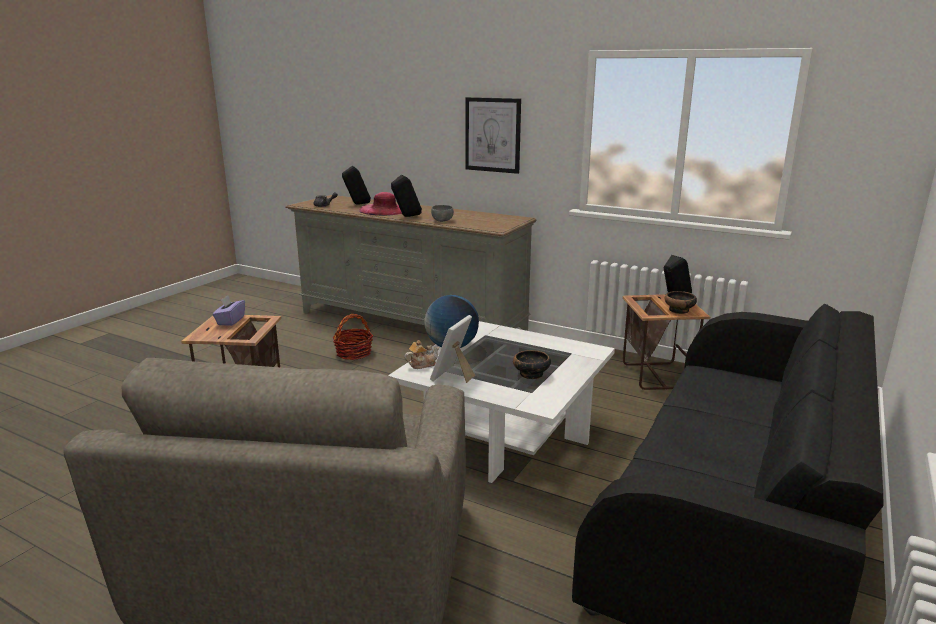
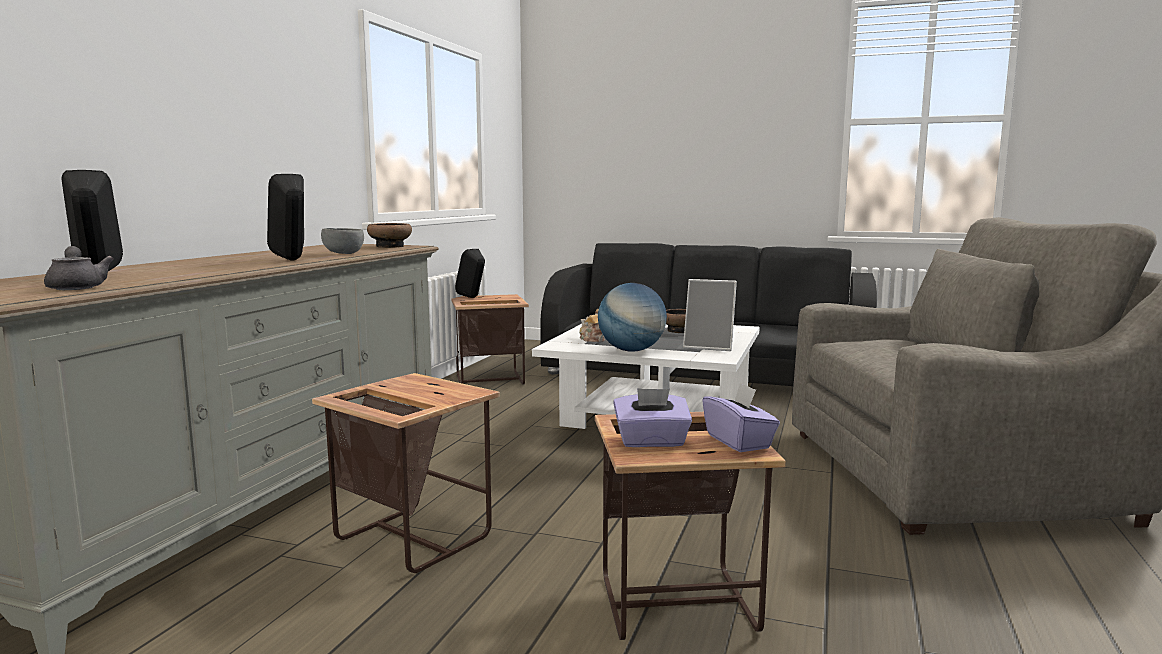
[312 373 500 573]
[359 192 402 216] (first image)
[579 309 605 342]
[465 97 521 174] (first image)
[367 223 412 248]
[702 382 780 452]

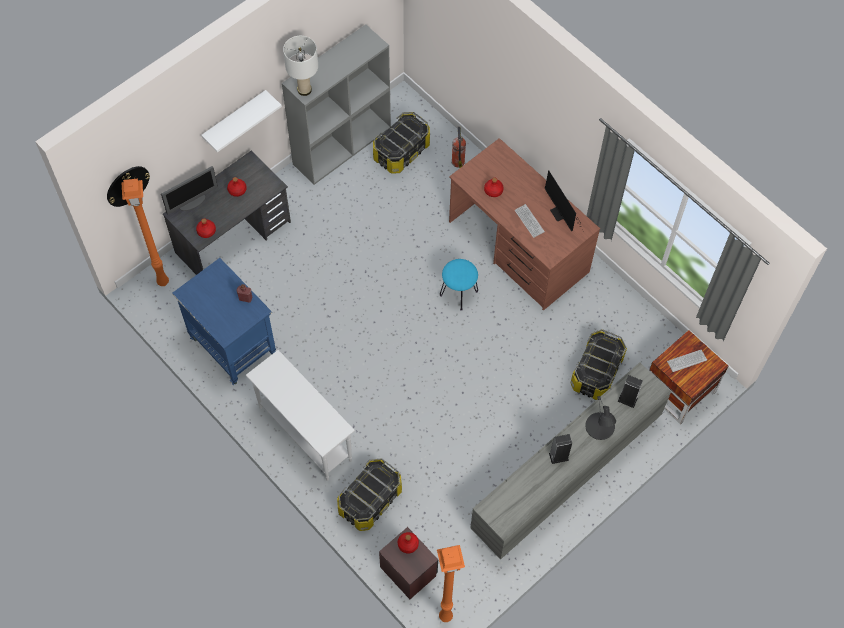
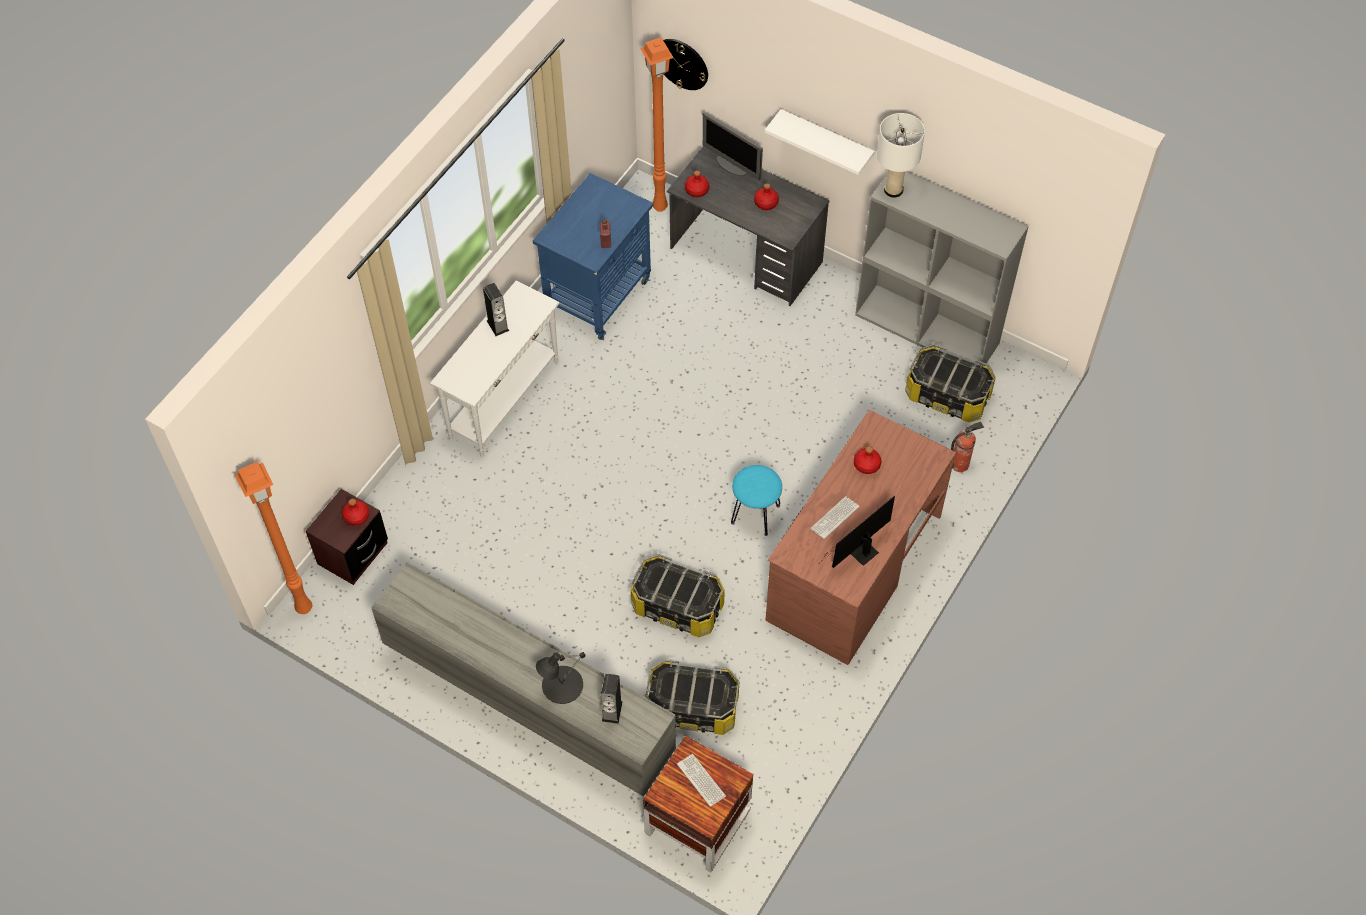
[631 554 725 637]
[483 283 509 336]

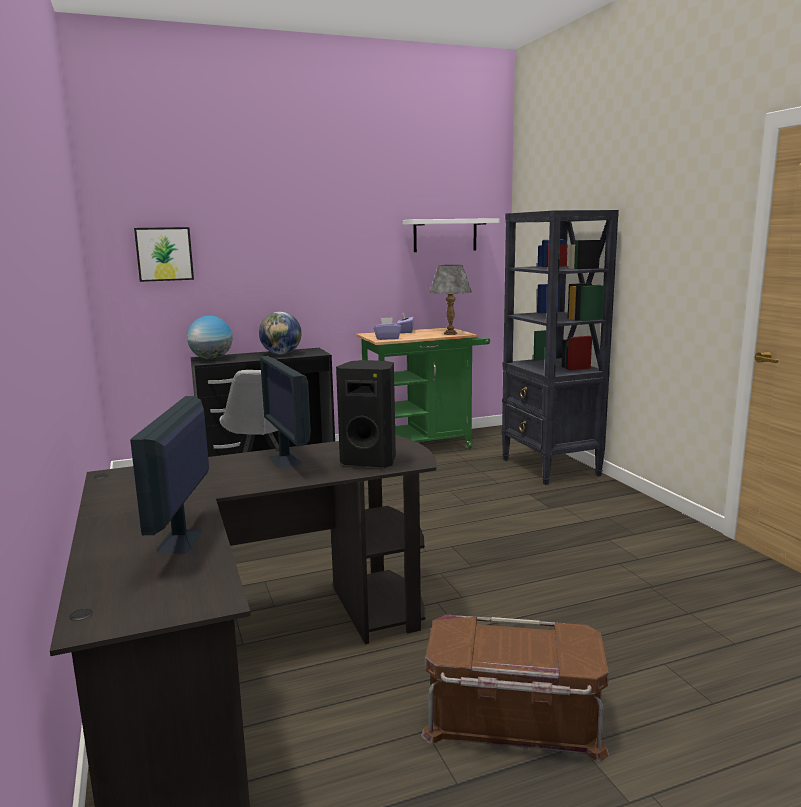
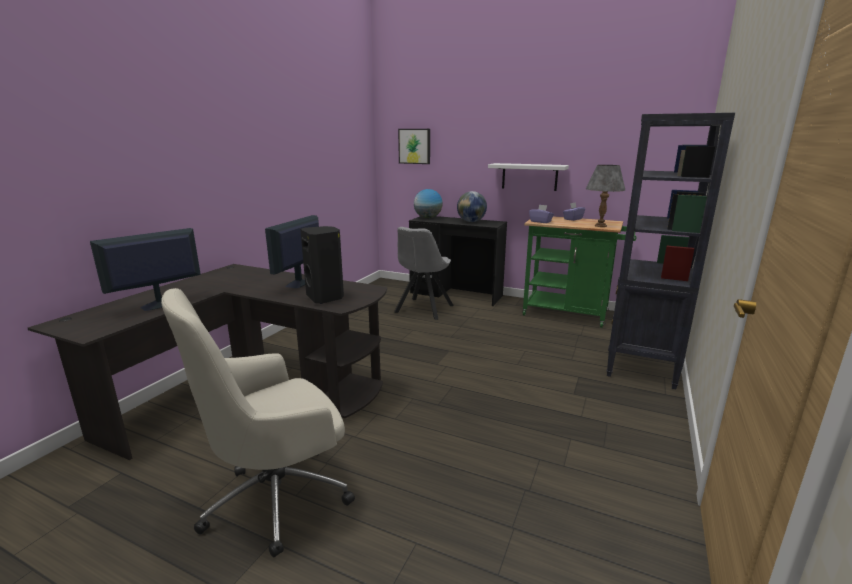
[488 163 569 191]
[161 288 355 557]

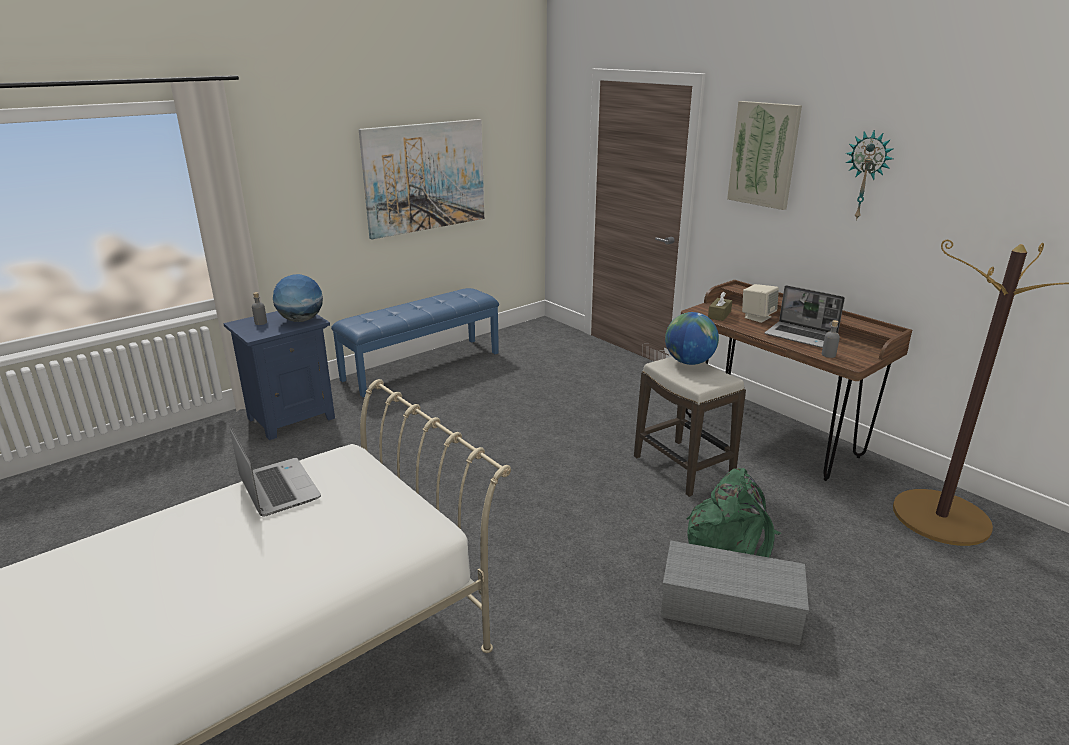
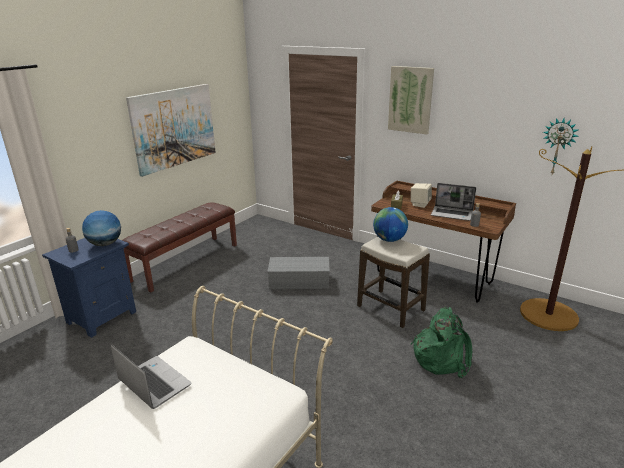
[122 203 237 292]
[267 257 330 289]
[543 118 578 174]

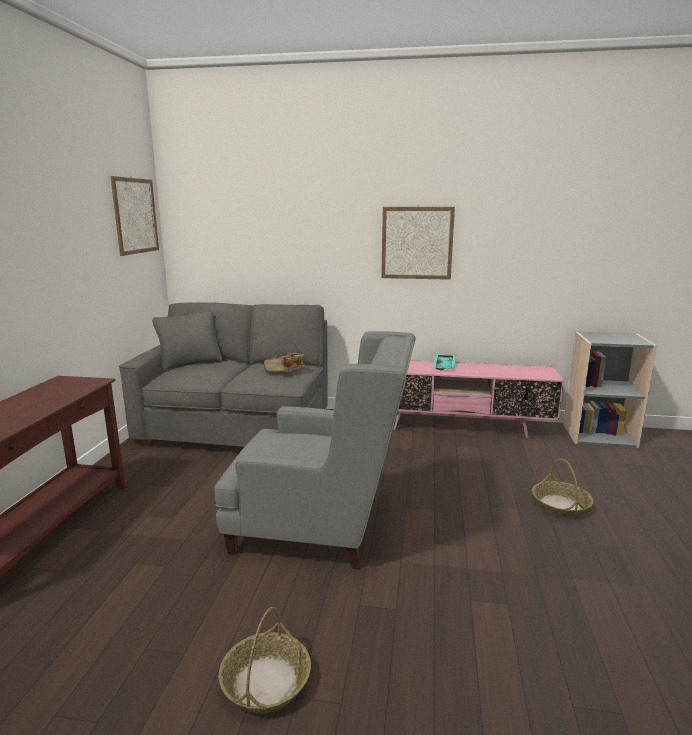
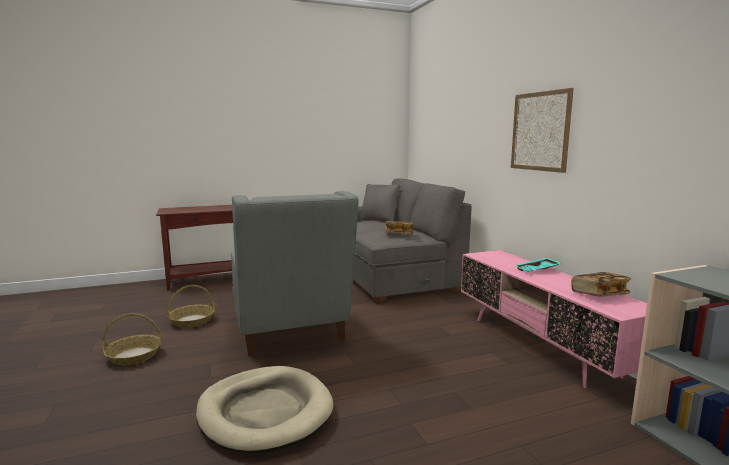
[110 176 159 256] (first image)
[167 285 215 328]
[196 366 334 453]
[571 272 631 297]

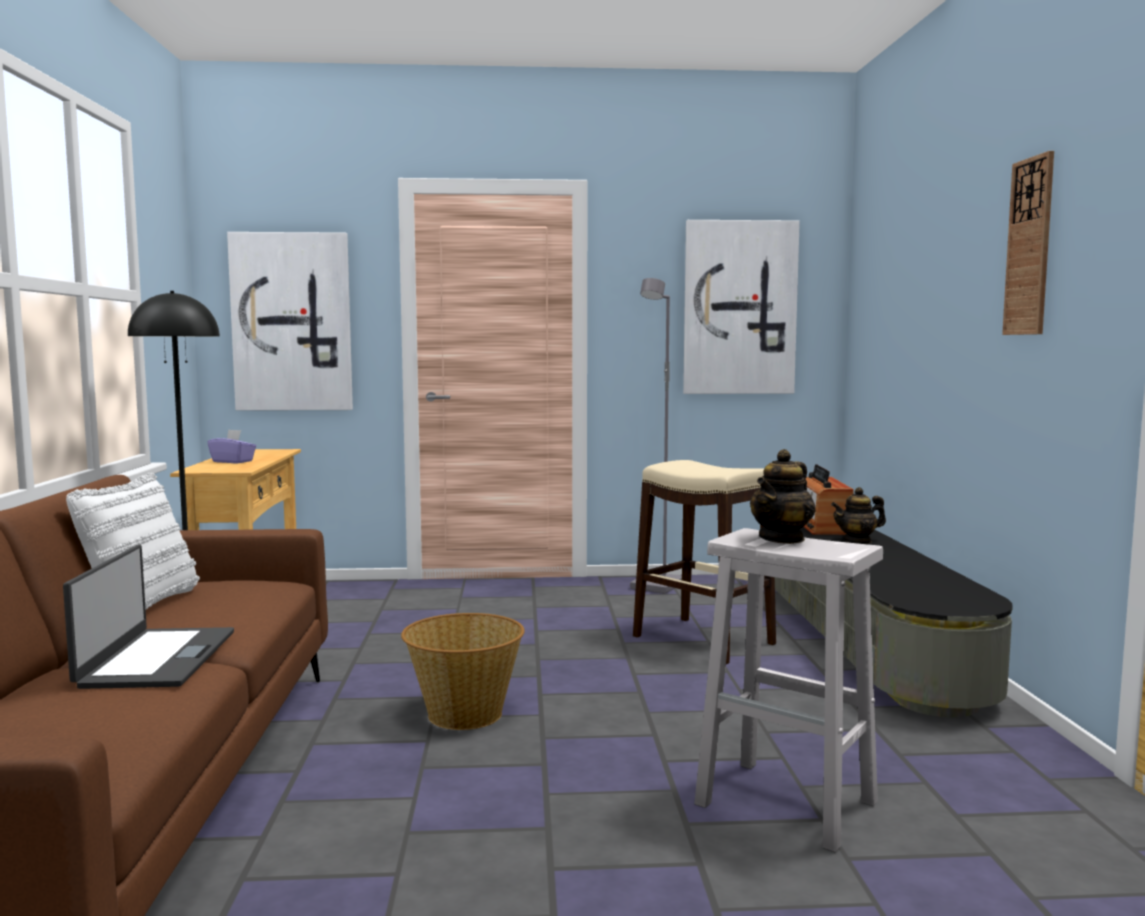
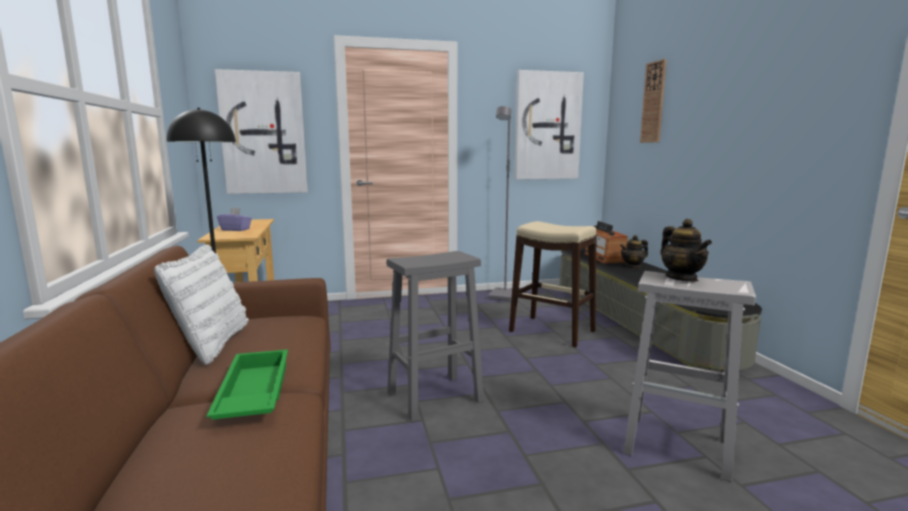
[206 349 288 420]
[387 251 484 422]
[660 219 712 282]
[640 59 667 143]

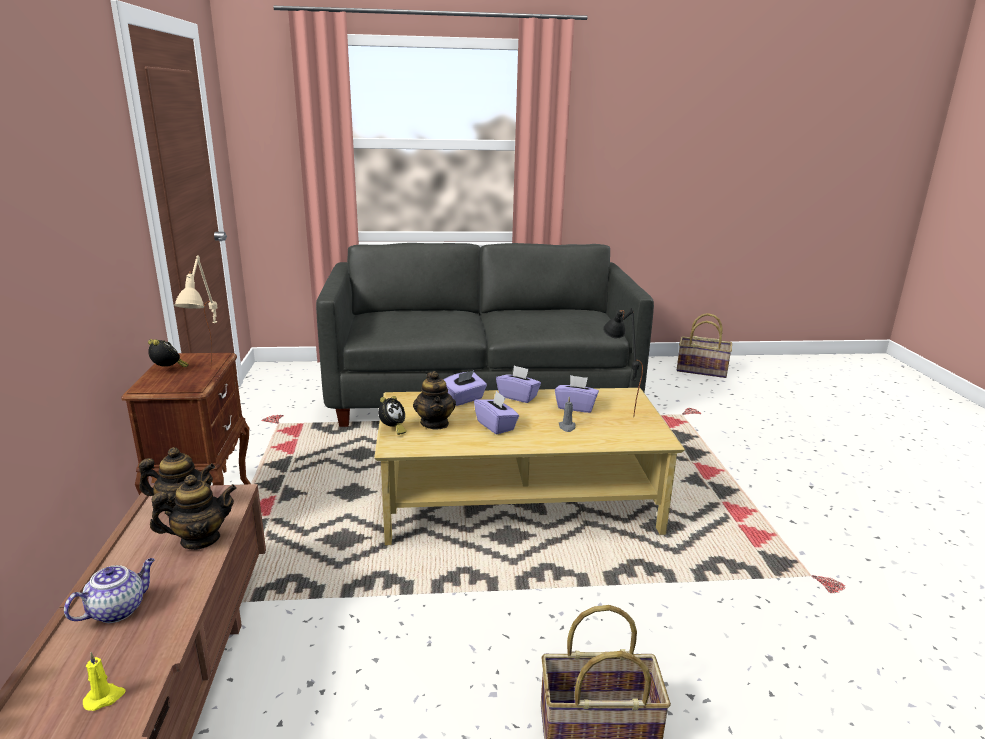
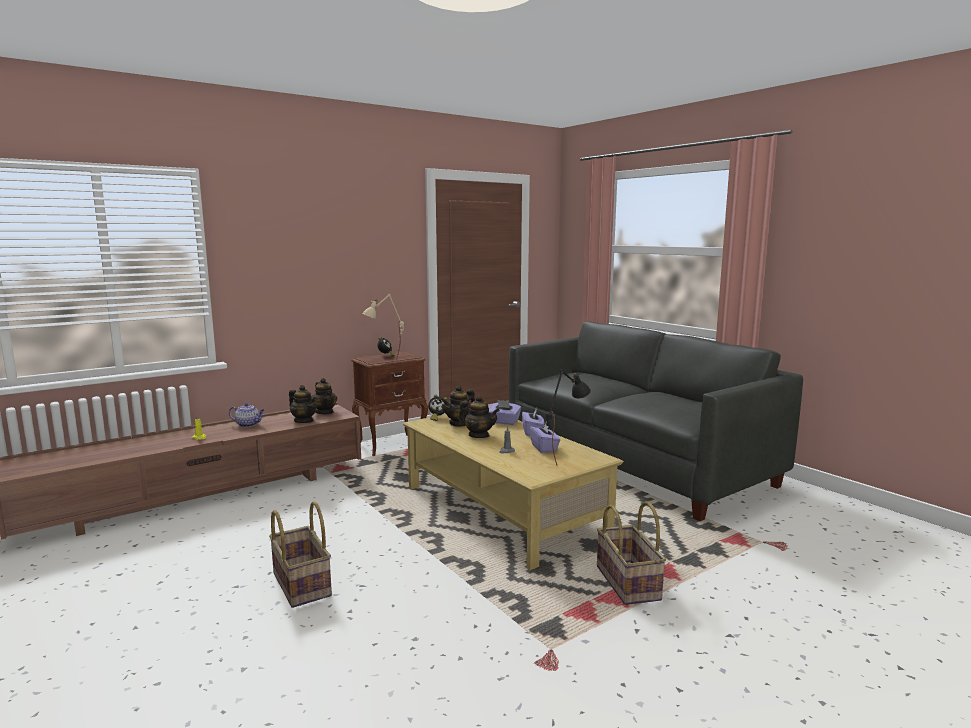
[458 395 500 438]
[597 501 666 605]

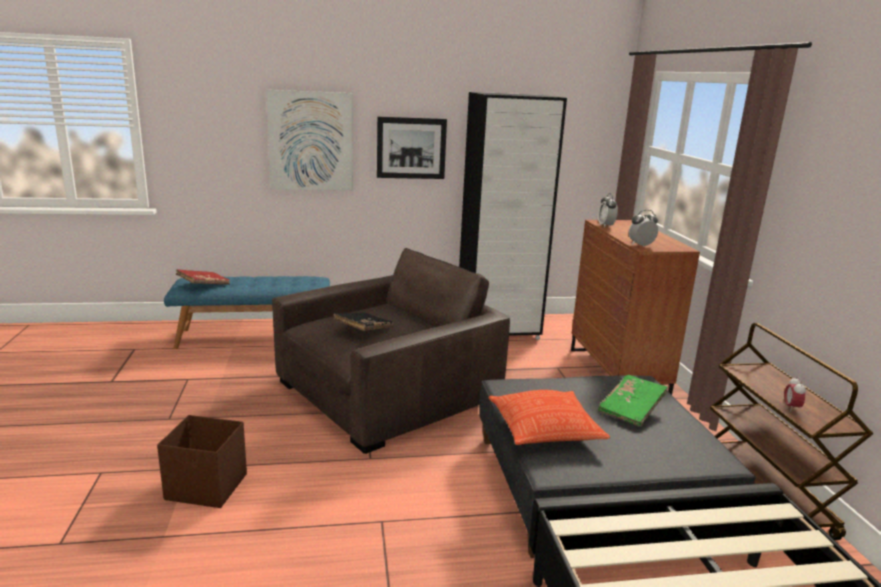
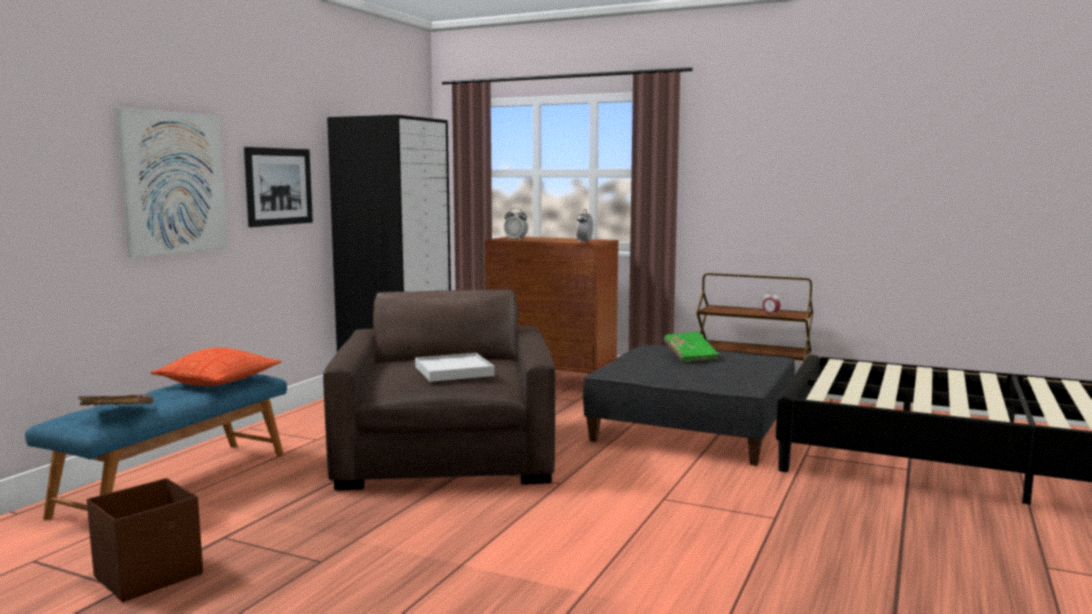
[87 478 203 602]
[415 353 495 382]
[150 348 282 386]

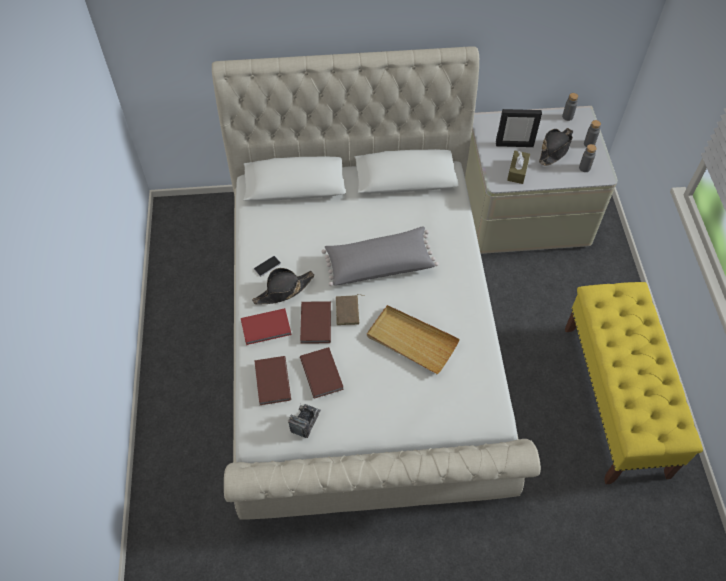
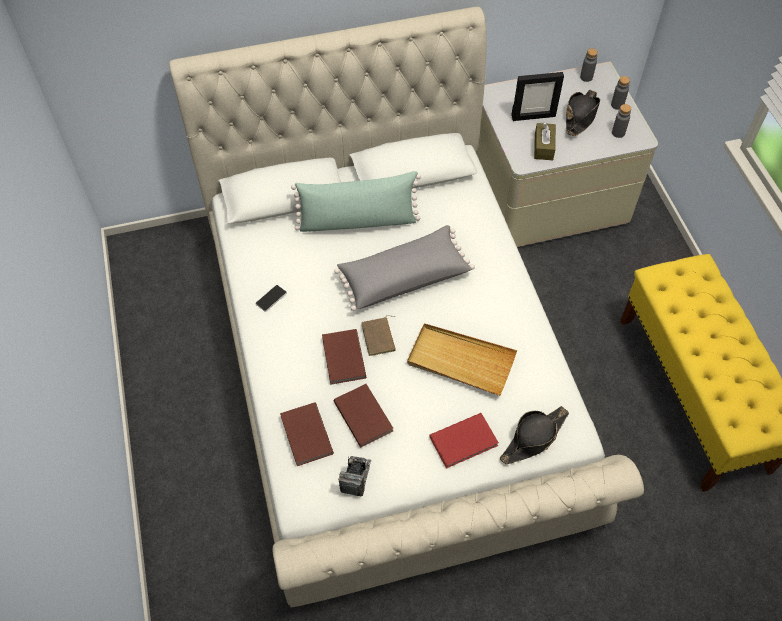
[429 413 499 469]
[500 406 569 464]
[291 171 421 232]

